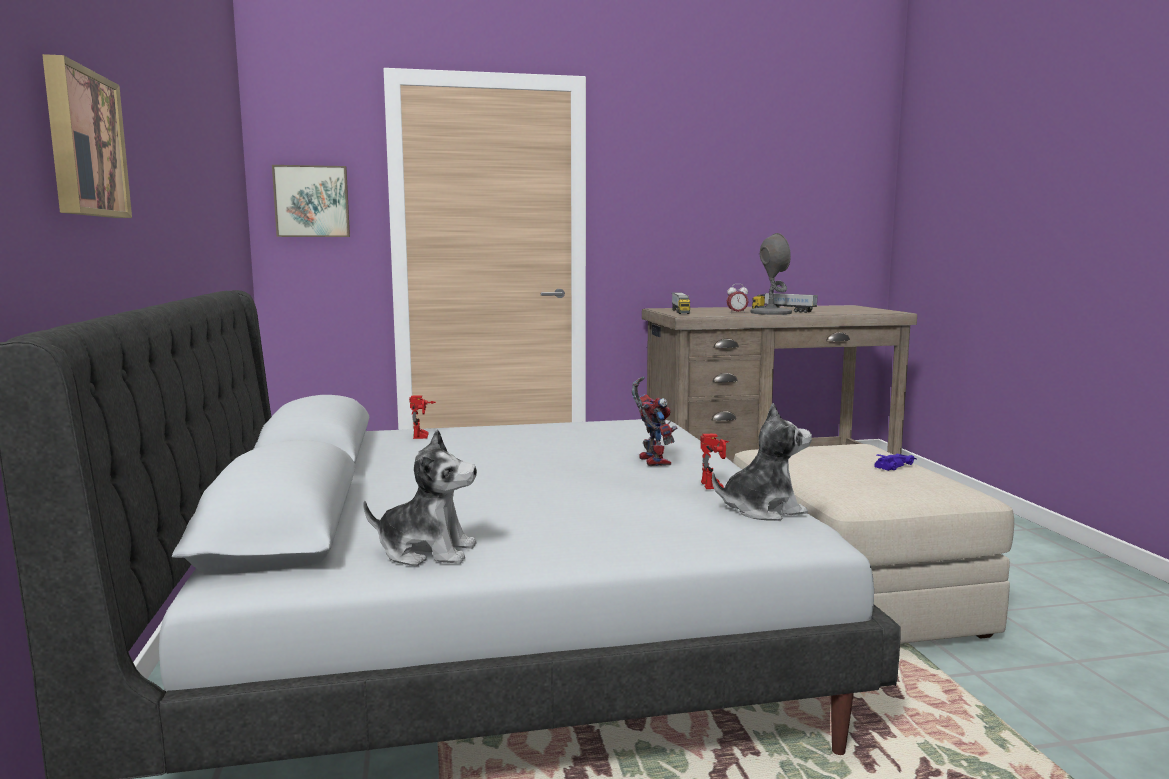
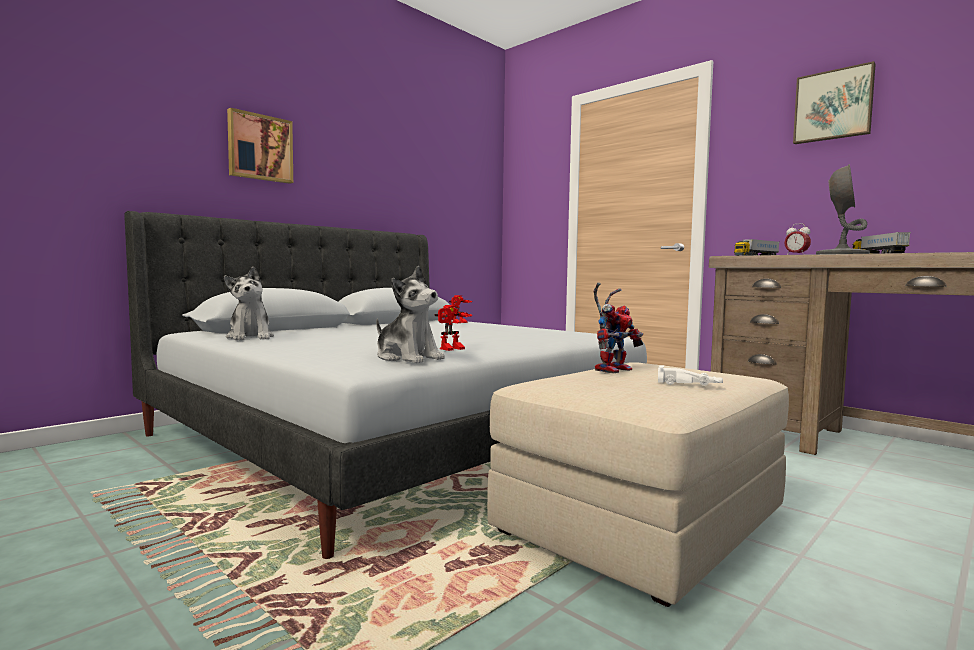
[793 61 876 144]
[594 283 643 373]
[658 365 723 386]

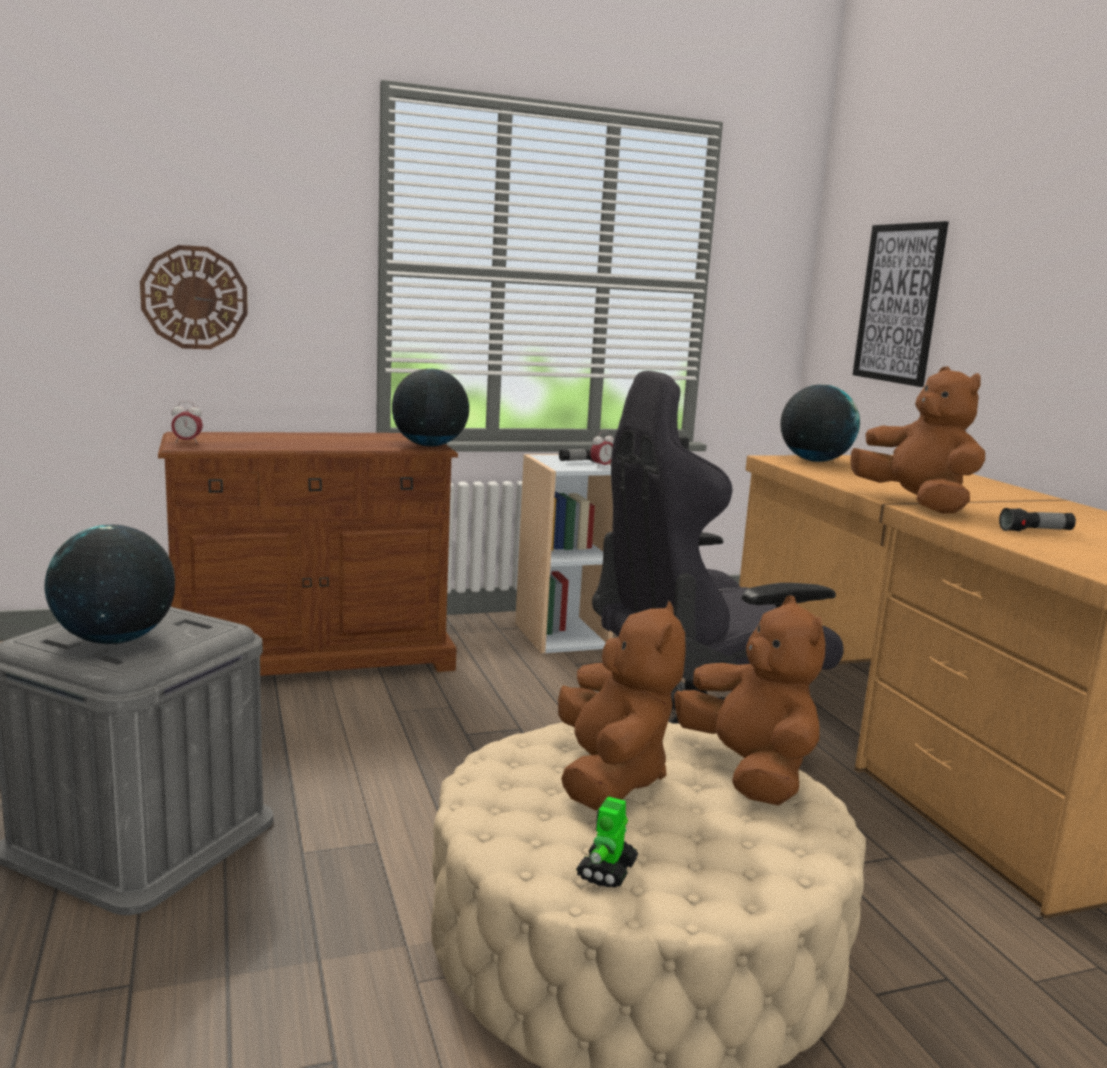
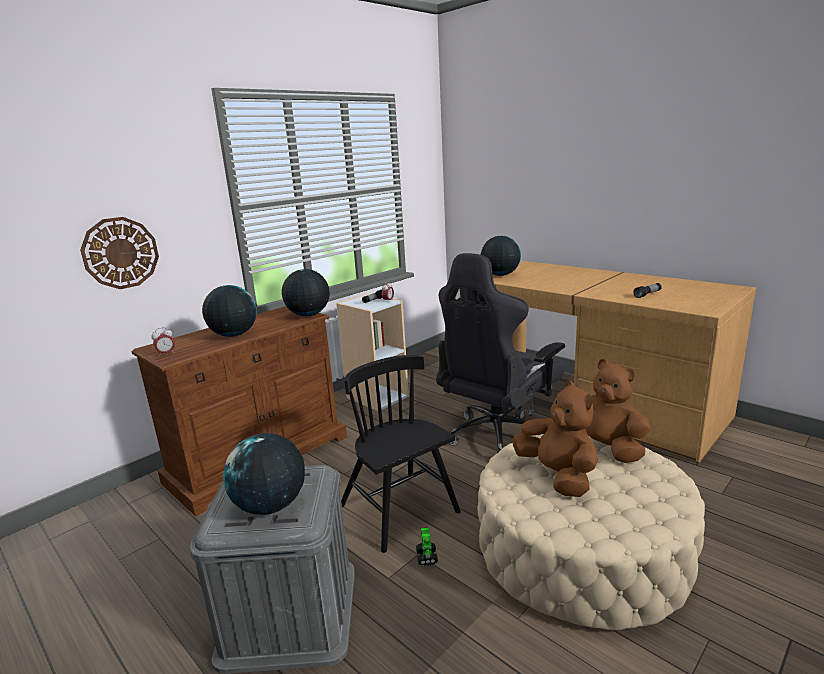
[416 528 438 565]
[851 366 985 513] (first image)
[853 221 949 387] (first image)
[202 285 257 337]
[341 355 461 553]

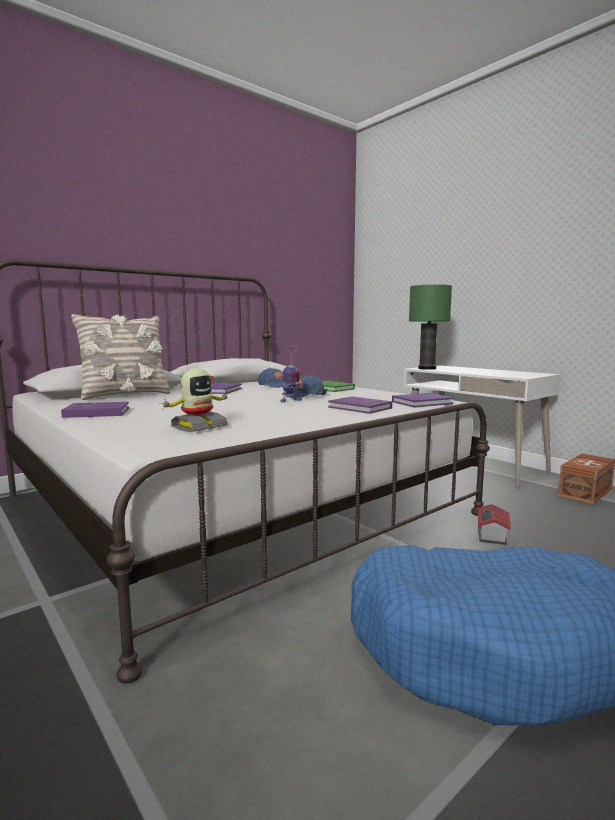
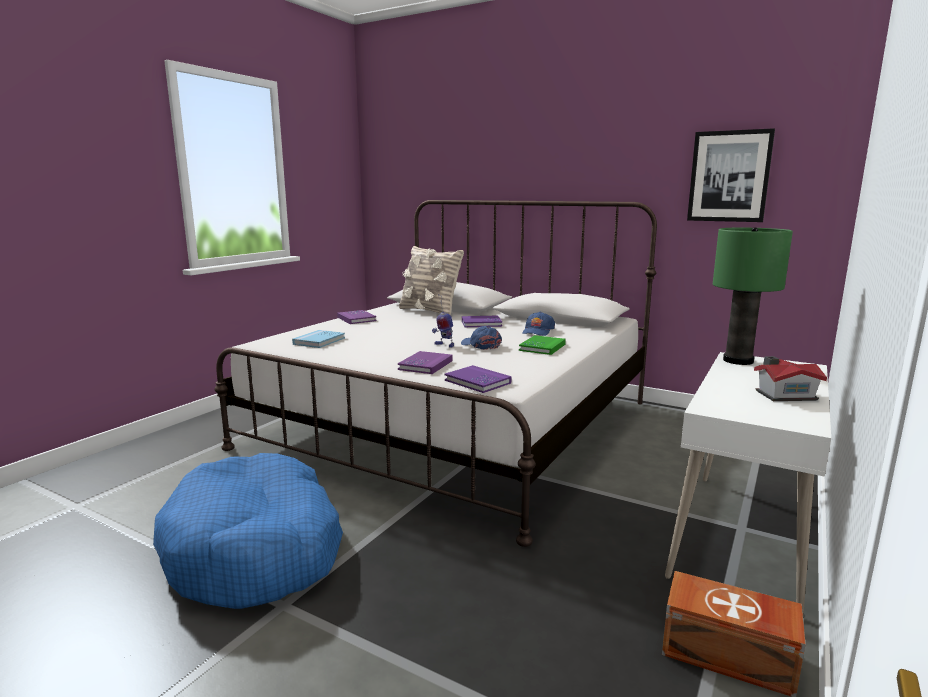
[292 330 345 348]
[754 356 827 401]
[687 128 775 222]

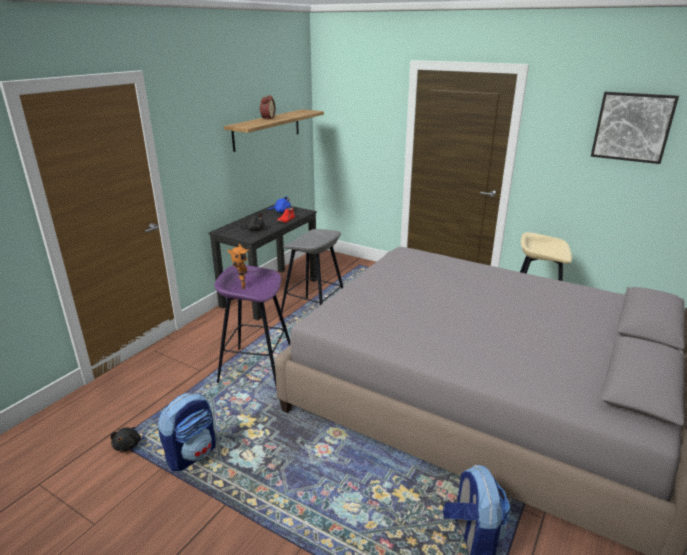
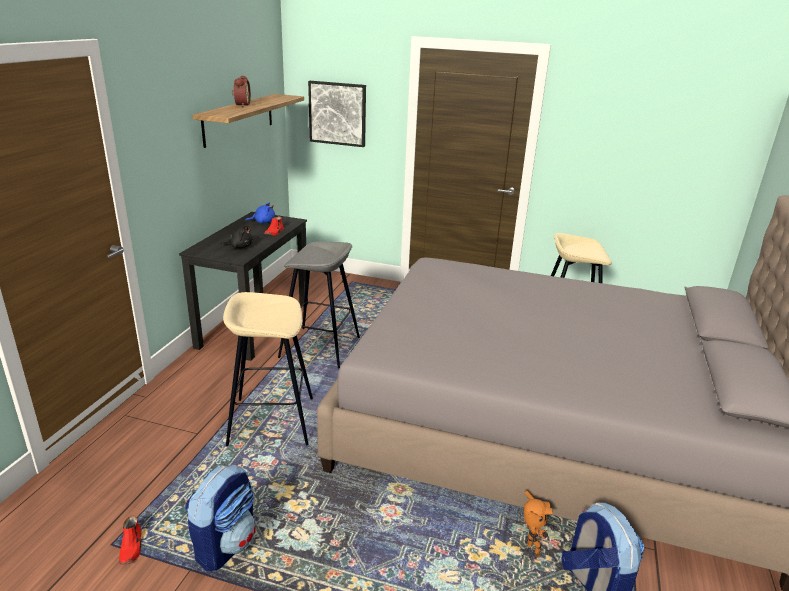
[119 515 141 565]
[223 292 313 447]
[524 491 553 558]
[308 81 366 147]

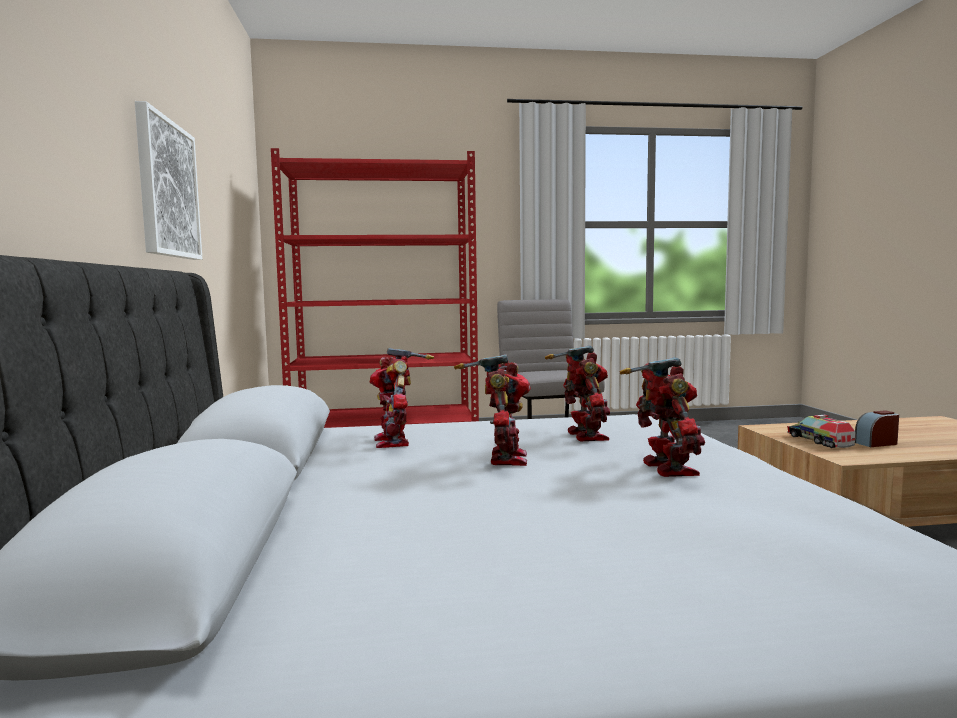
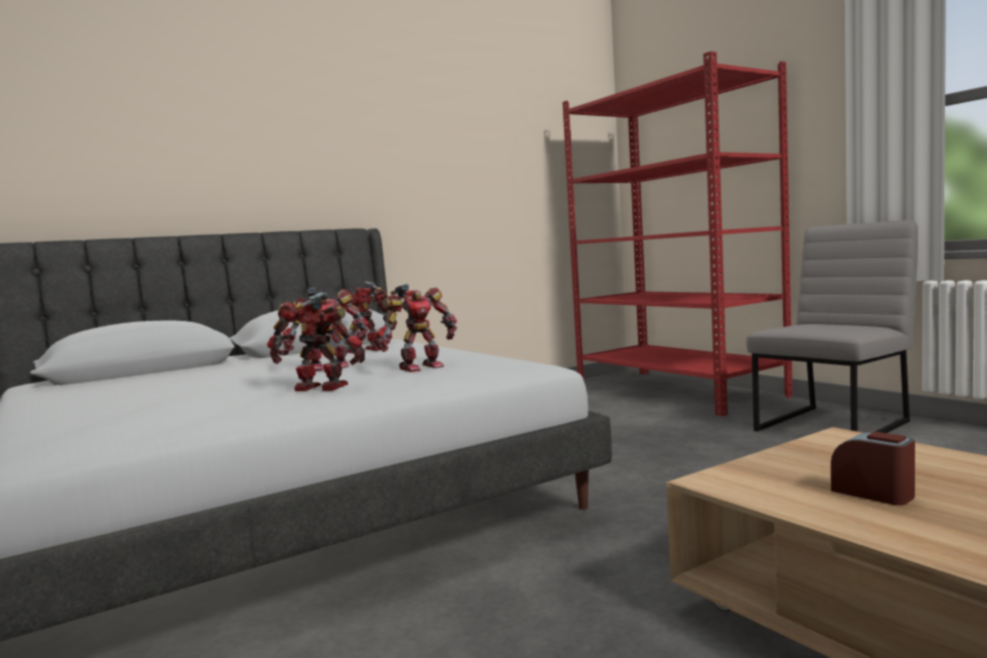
[135 101 202 260] (first image)
[267 292 365 391]
[787 415 856 448] (first image)

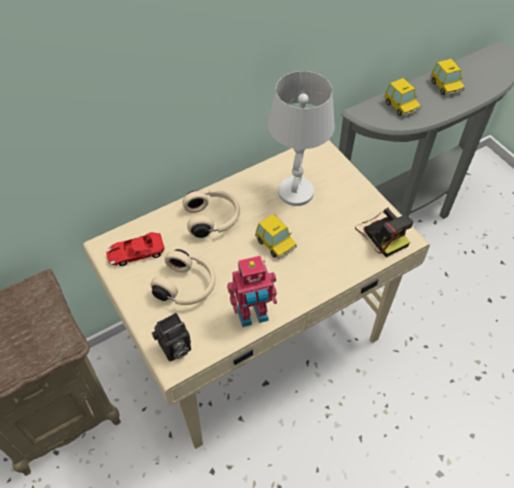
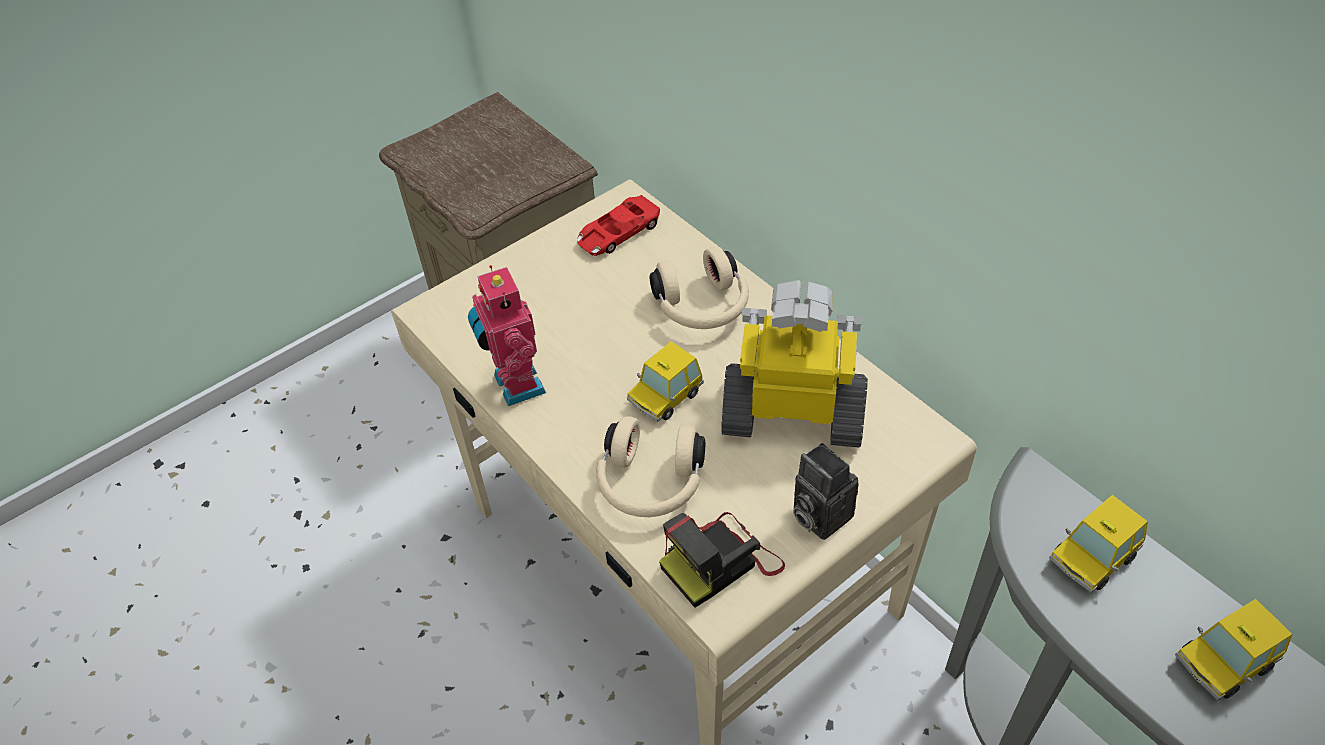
[577 195 660 256]
[596 416 705 517]
[793 443 859 540]
[721 280 868 448]

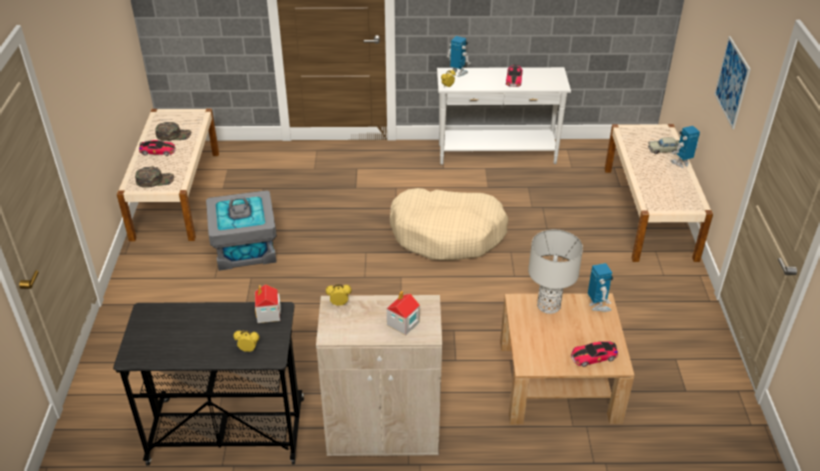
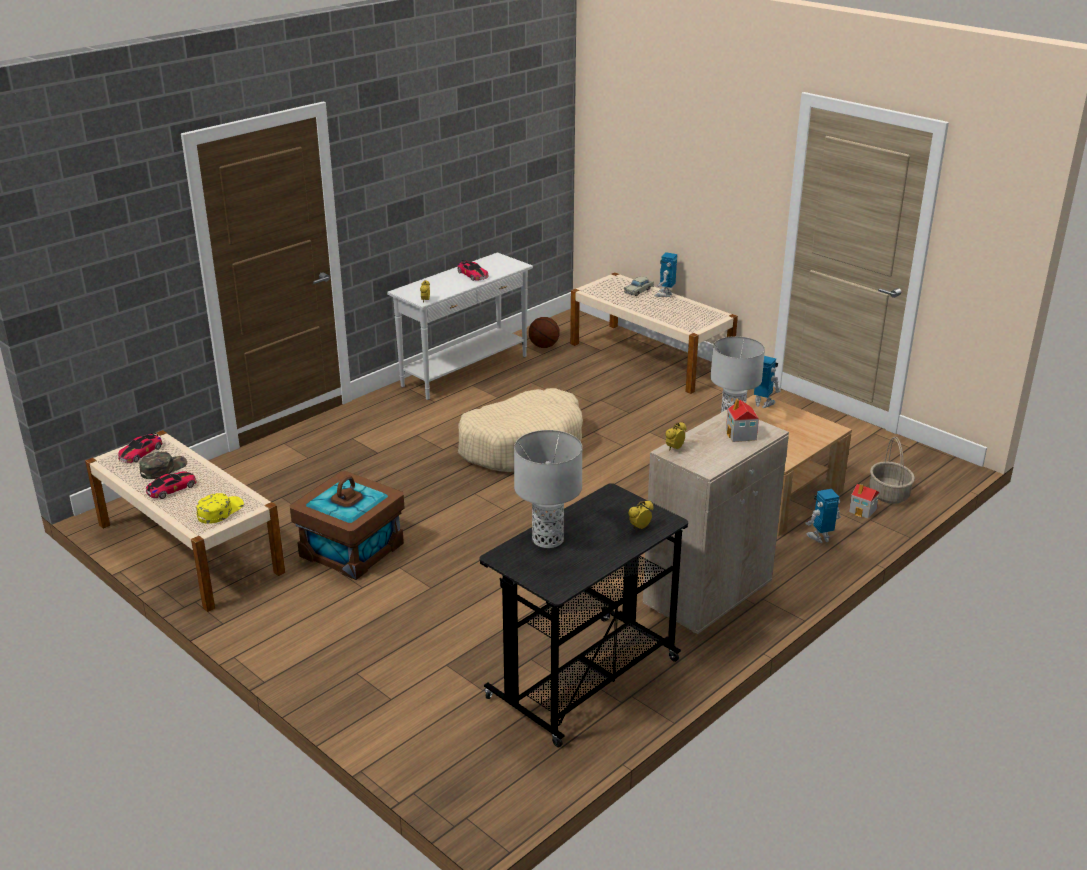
[196 493 244 524]
[290 471 404 580]
[849 484 879 519]
[806 489 841 543]
[118 432 162 463]
[714 36 751 129] (first image)
[514 430 582 548]
[529 317 560 348]
[869 437 915 504]

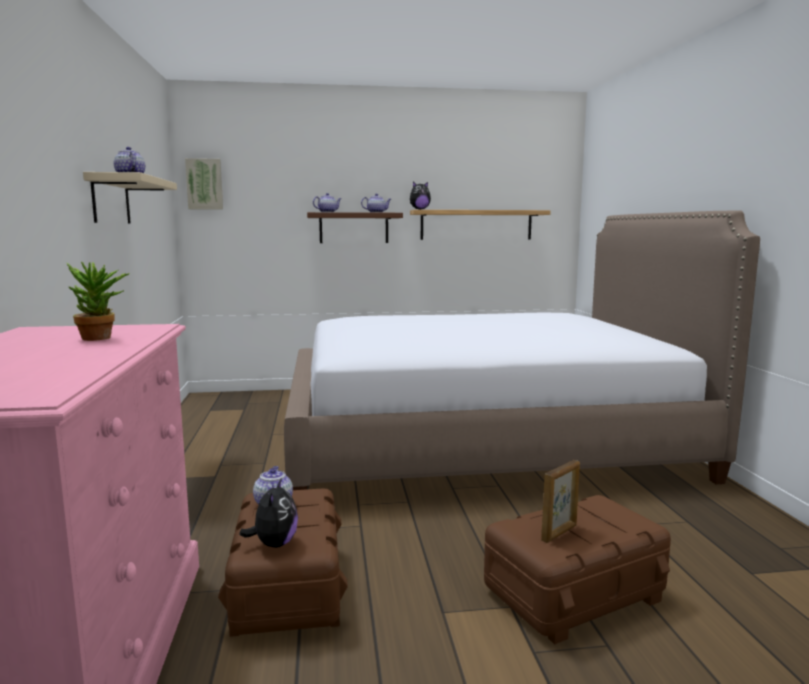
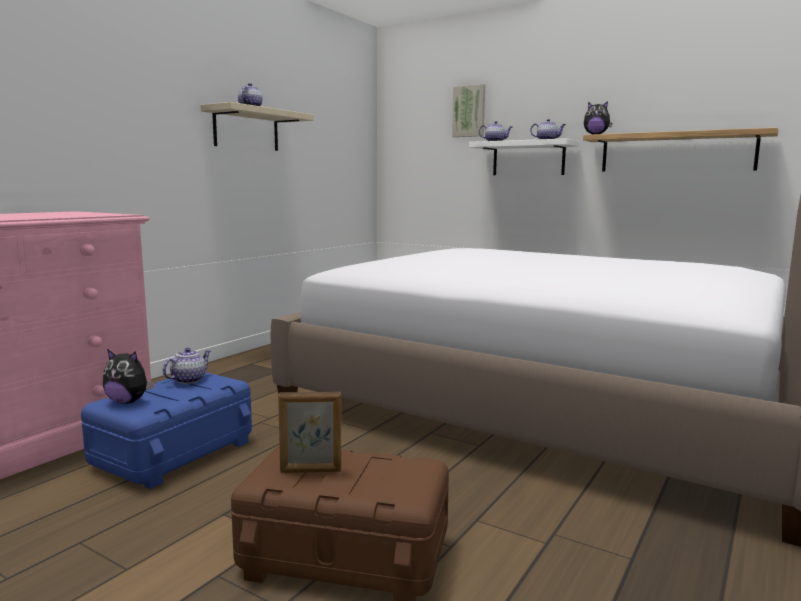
[67 262 130 341] (first image)
[452 84 485 137]
[81 372 252 489]
[103 349 155 404]
[469 138 578 175]

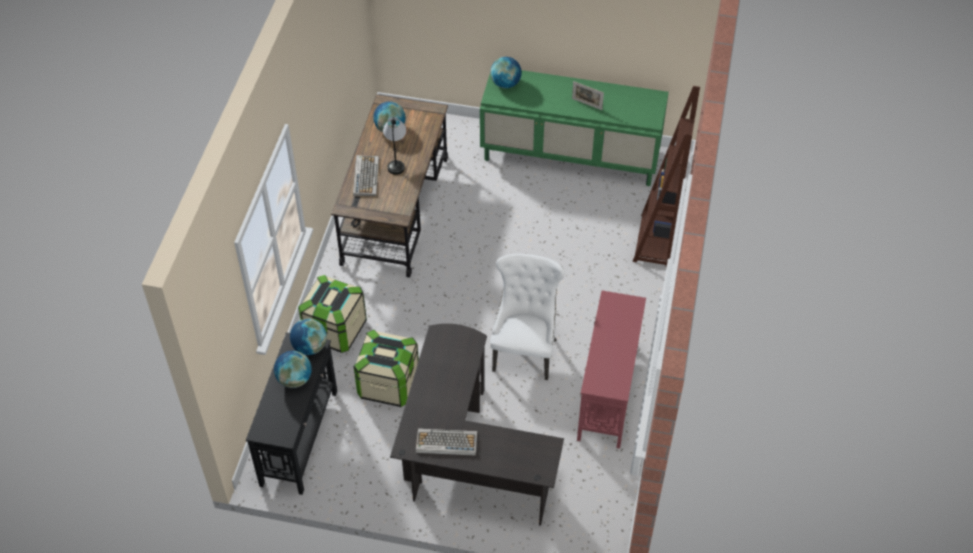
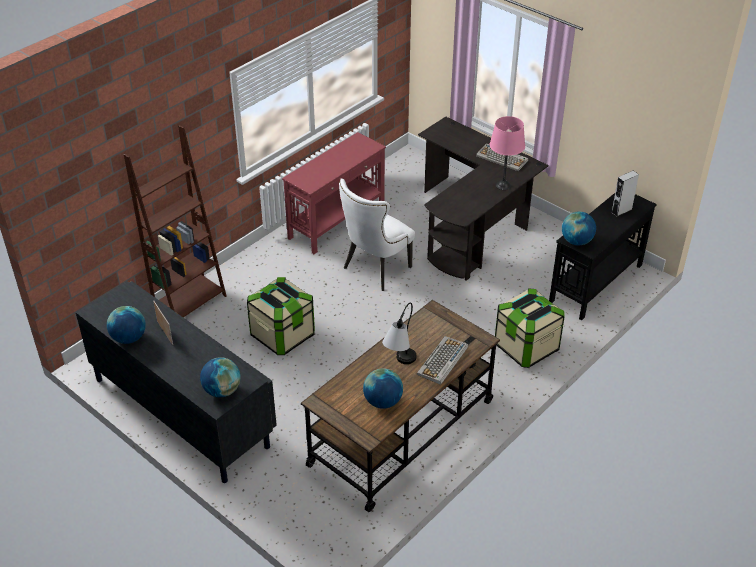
[107 306 146 344]
[247 277 315 355]
[76 281 277 483]
[490 116 525 190]
[611 171 639 217]

